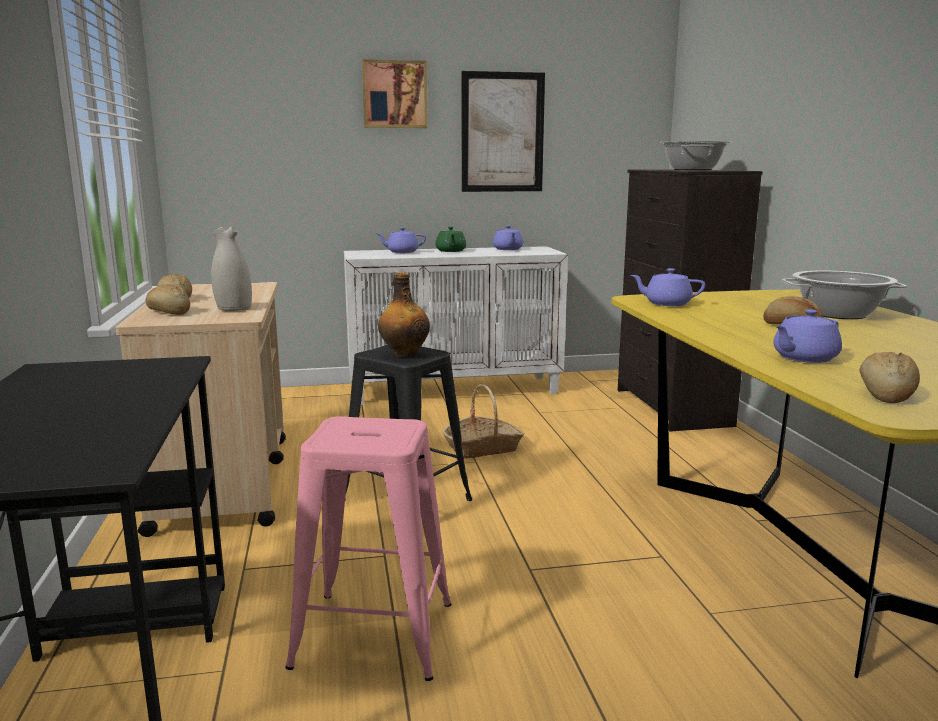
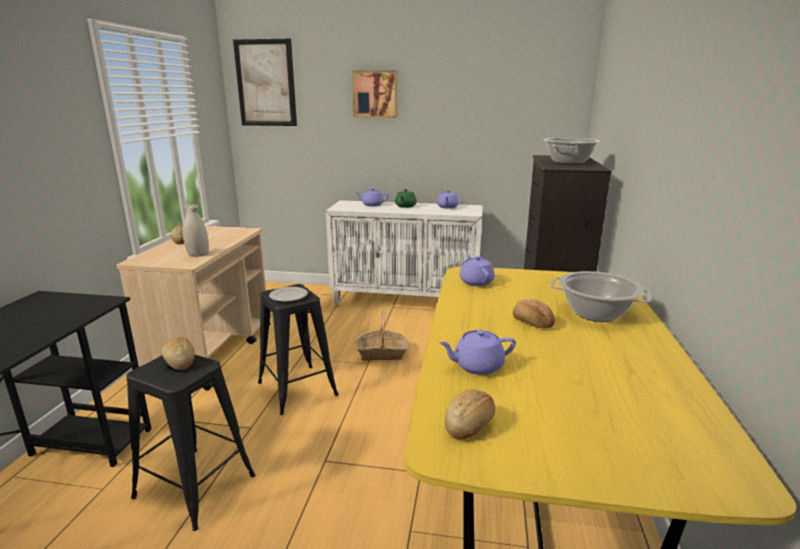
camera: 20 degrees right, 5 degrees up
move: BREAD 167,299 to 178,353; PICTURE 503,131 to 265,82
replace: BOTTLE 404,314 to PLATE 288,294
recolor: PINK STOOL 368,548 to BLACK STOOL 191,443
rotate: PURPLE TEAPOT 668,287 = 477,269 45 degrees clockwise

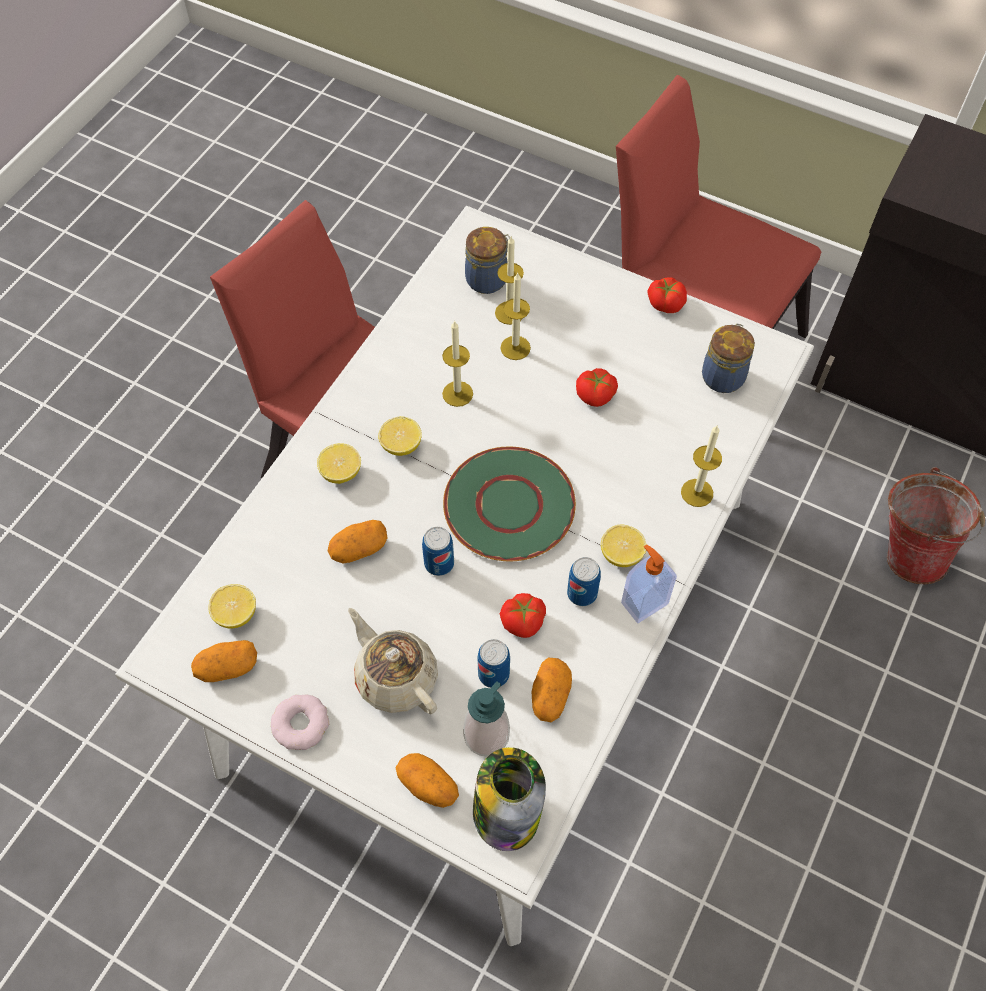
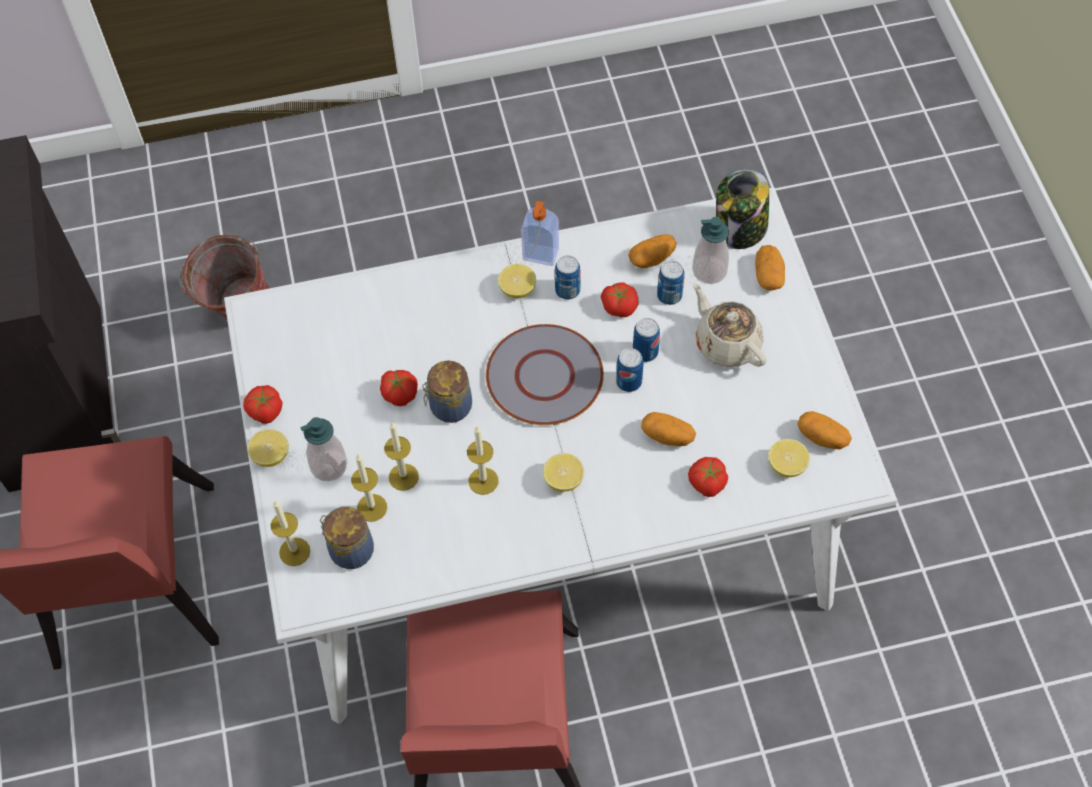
camera: 130 degrees left, 0 degrees up
delete: DONUT 300,722
insert: SOAP DISPENSER 323,449; CAN 646,340; TOMATO 708,477
move: LEMON 339,463 to 268,448; CANDLE 701,466 to 290,533; JAR 728,358 to 447,392
recolor: GREEN PLATE 509,504 to GREY PLATE 545,374
rotate: BEIGE TEAPOT 393,661 = 730,325 135 degrees clockwise

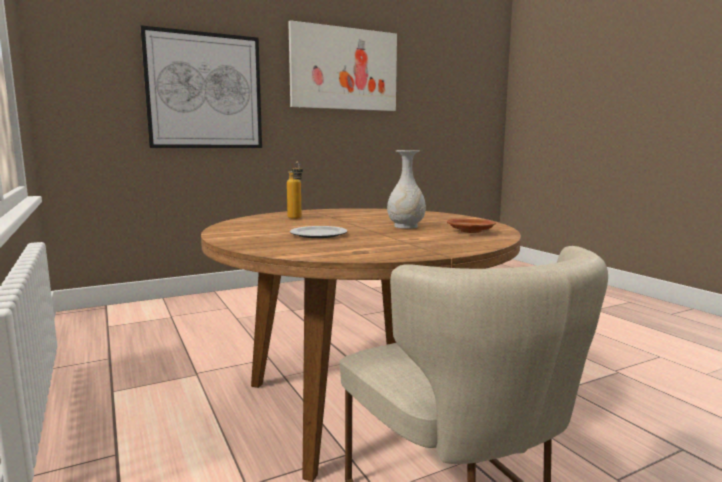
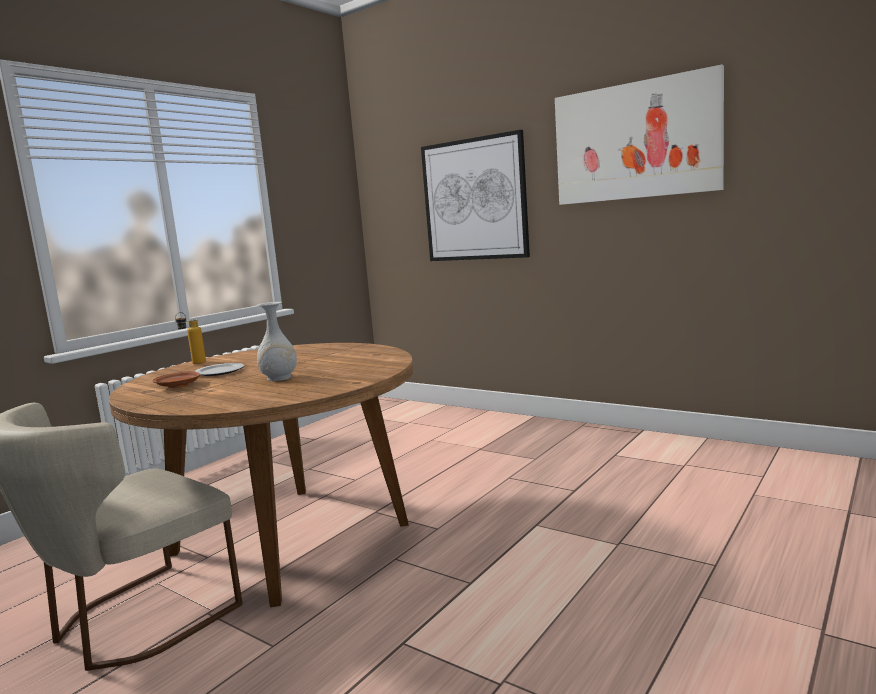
camera: 65 degrees right, 0 degrees up
move: BOTTLE 295,190 to 190,338; BROWN PLATE 471,226 to 176,379

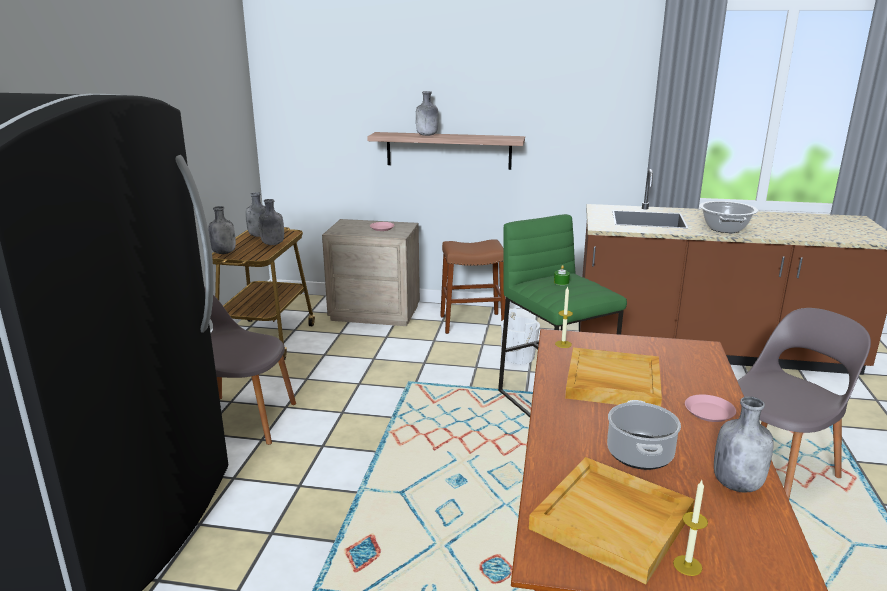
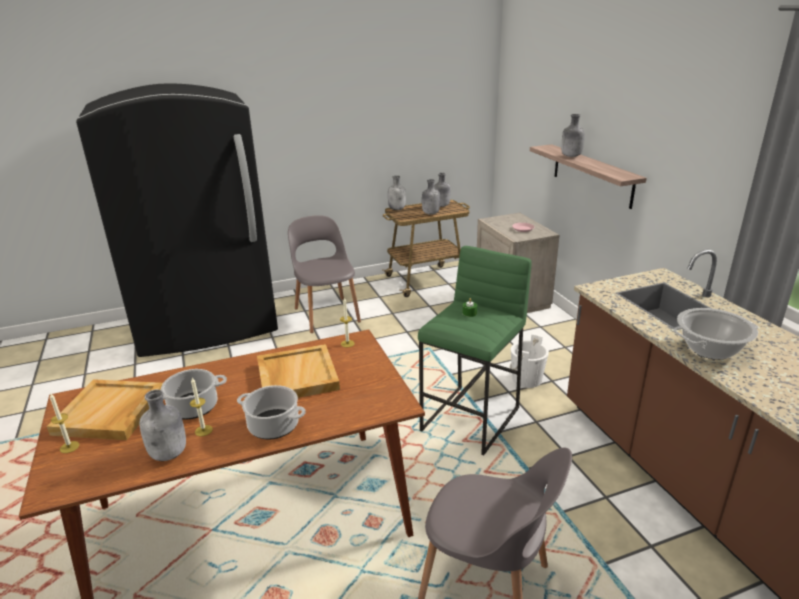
camera: 60 degrees right, 5 degrees up
delete: BROWN STOOL 473,286
insert: CANDLE 201,407
replace: PINK PLATE 710,408 to COOKING POT 271,412

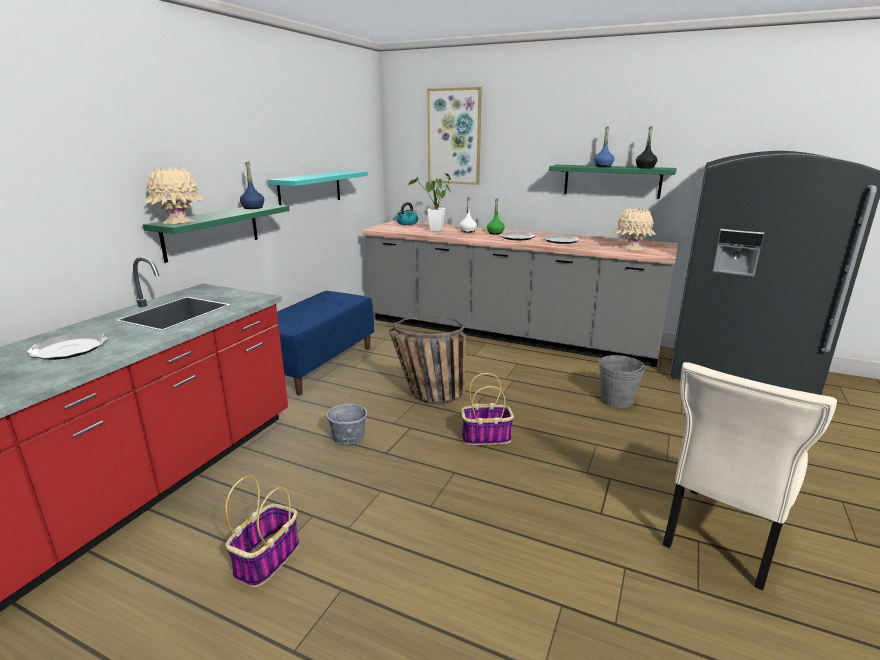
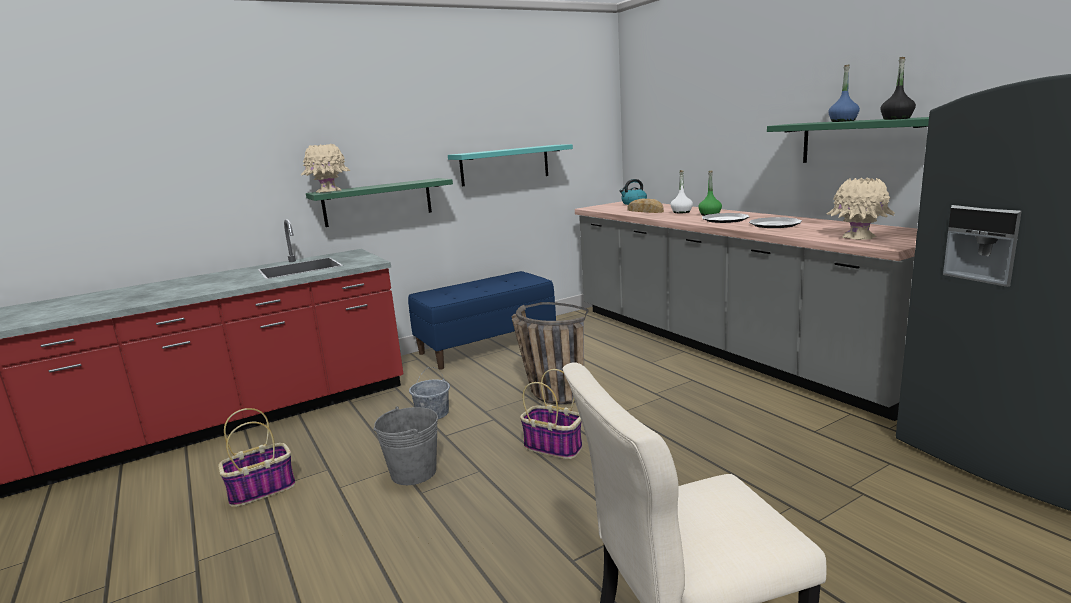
camera: 35 degrees right, 5 degrees down
delete: PLATE 67,346; BLUE BOTTLE 252,185; PICTURE 454,136
move: GREY BUCKET 622,381 to 406,445
replace: POTTED PLANT 429,202 to BREAD 645,206

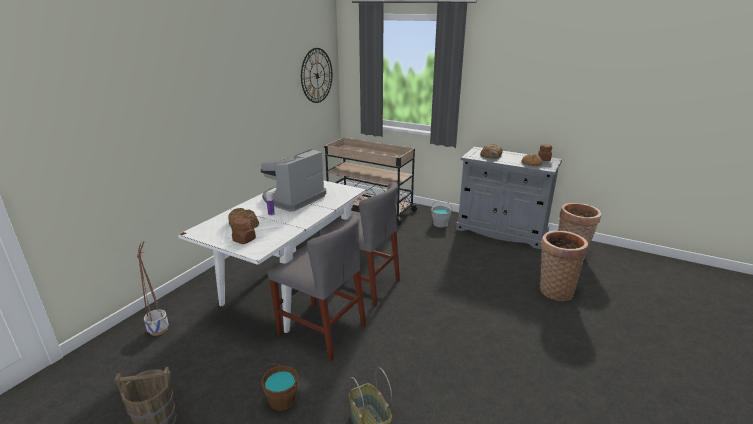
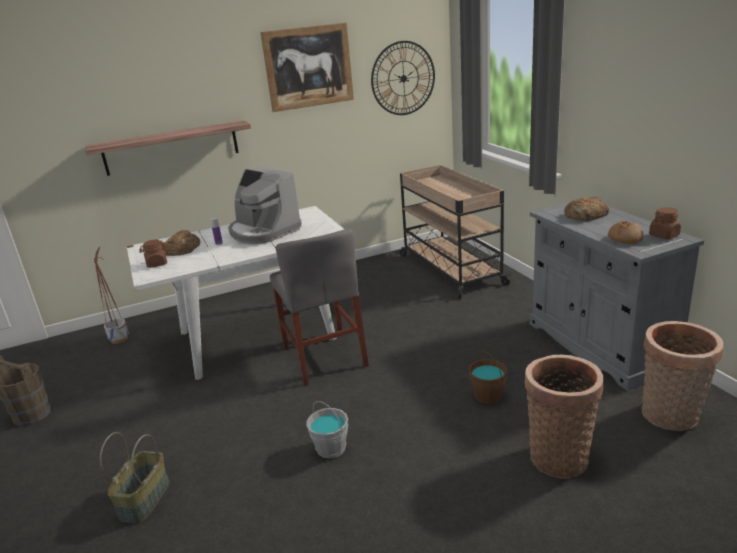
camera: 40 degrees right, 0 degrees up
delete: GREY CHAIR 316,287
insert: SHELF 168,148; PICTURE 307,67
move: BROWN BUCKET 280,387 to 487,377; GREY BUCKET 441,214 to 327,430
rotate: COFFEE MACHINE 293,180 = 265,205 120 degrees counterclockwise

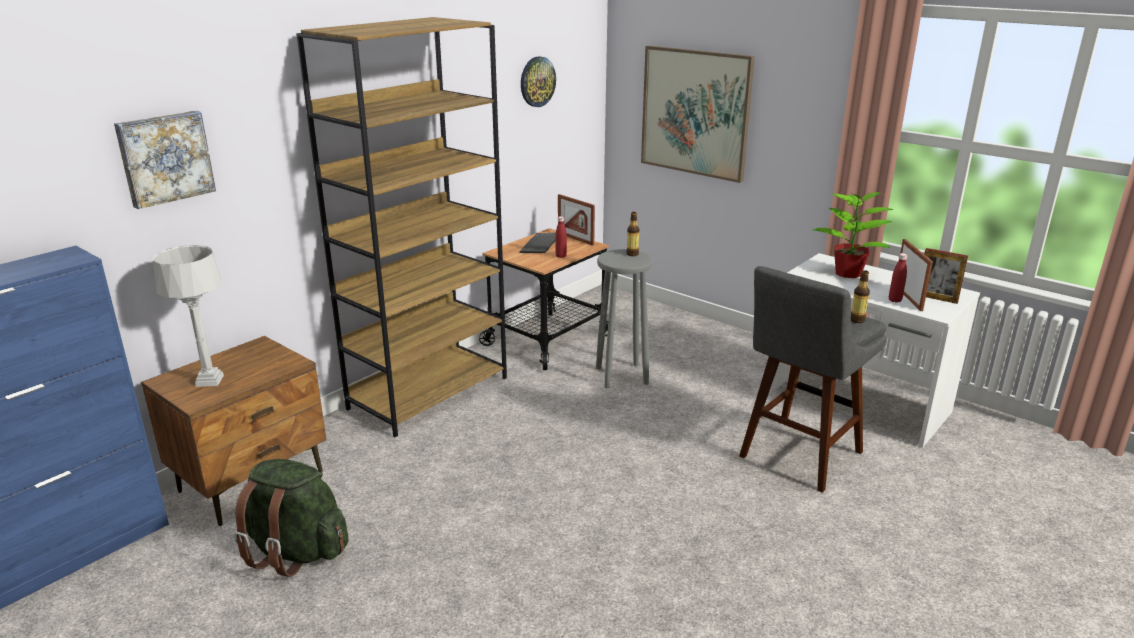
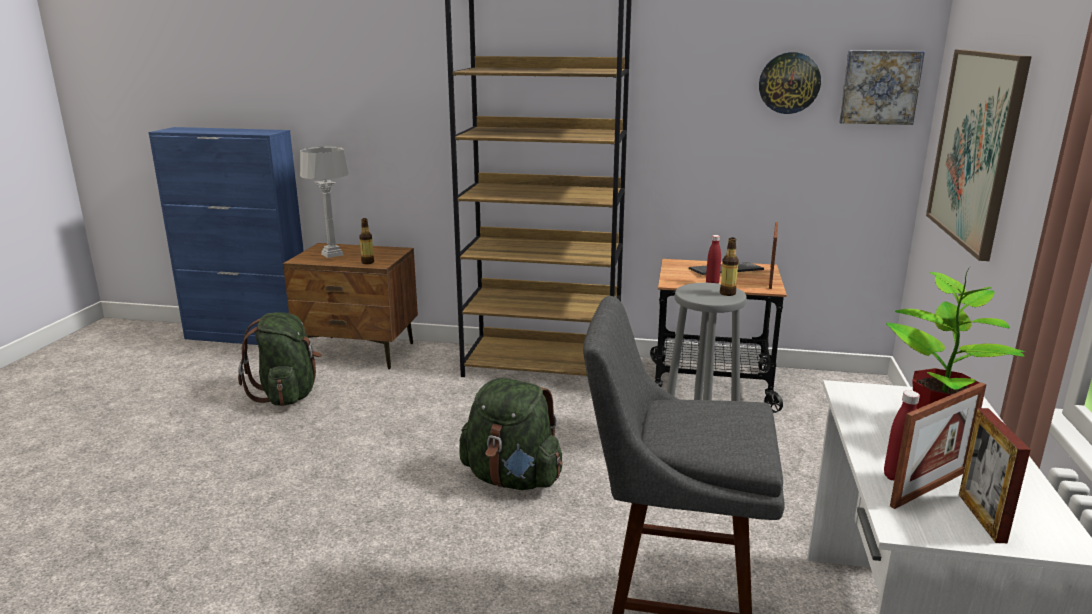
camera: 60 degrees right, 5 degrees down
insert: GREEN BACKPACK 511,434
move: PICTURE 165,160 to 882,87; BOTTLE 860,296 to 366,241

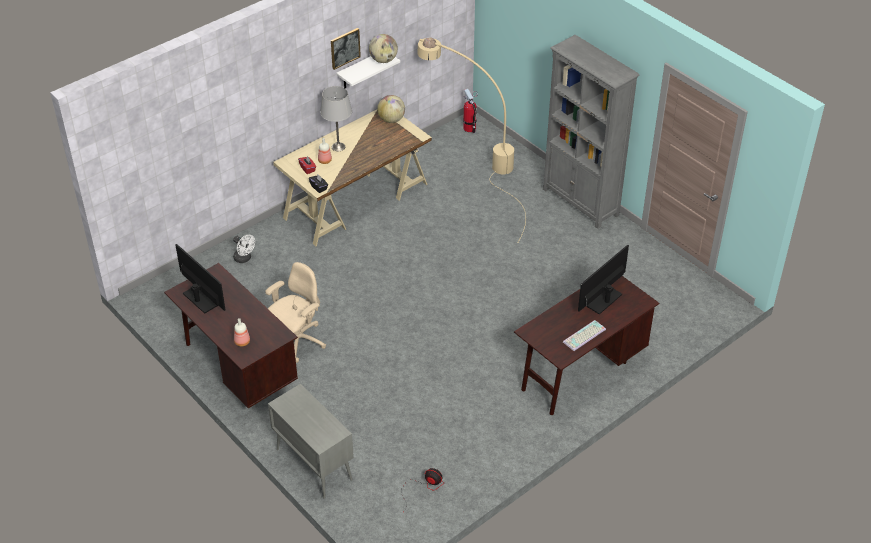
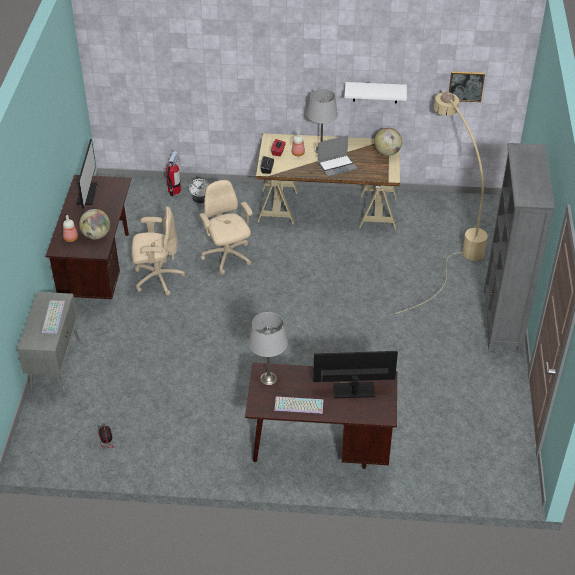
camera: 45 degrees right, 0 degrees up
insert: KEYBOARD 53,317; BEIGE OFFICE CHAIR 226,227; GREY TABLE LAMP 268,348; LAPTOP 337,156
move: PICTURE 346,49 to 467,86; GLOBE 383,48 to 94,224; FIRE EXTINGUISHER 470,111 to 173,173

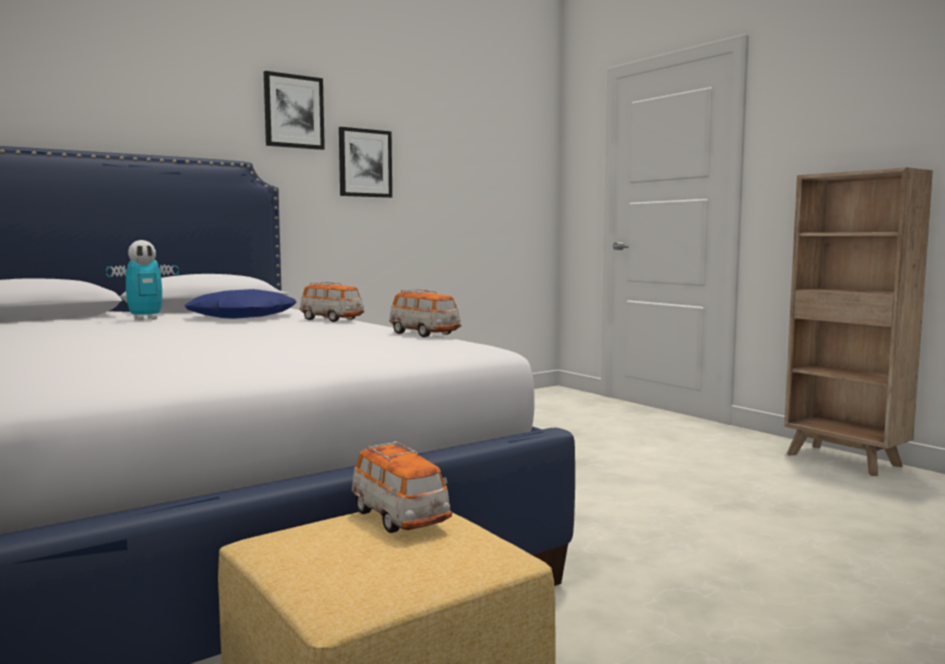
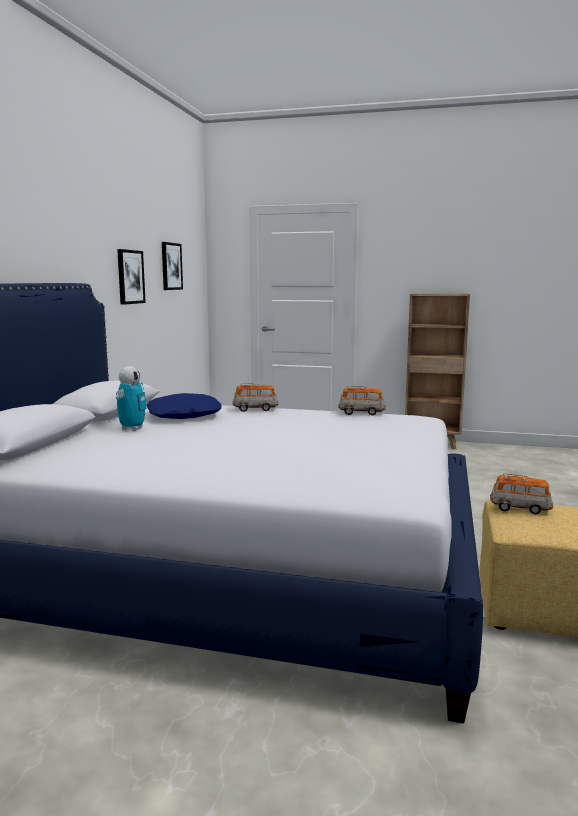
camera: 40 degrees left, 5 degrees up
move: PICTURE 294,110 to 172,266

